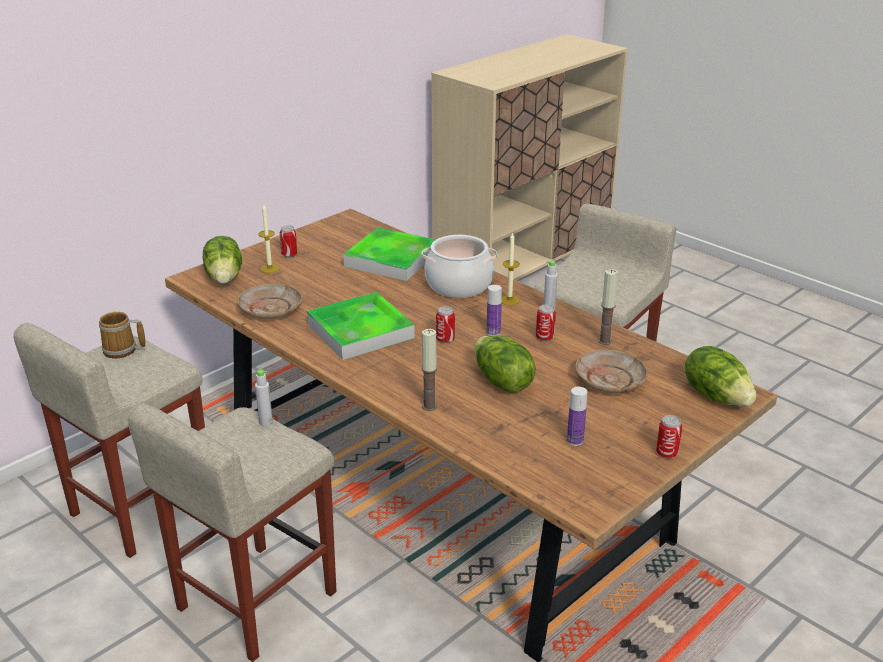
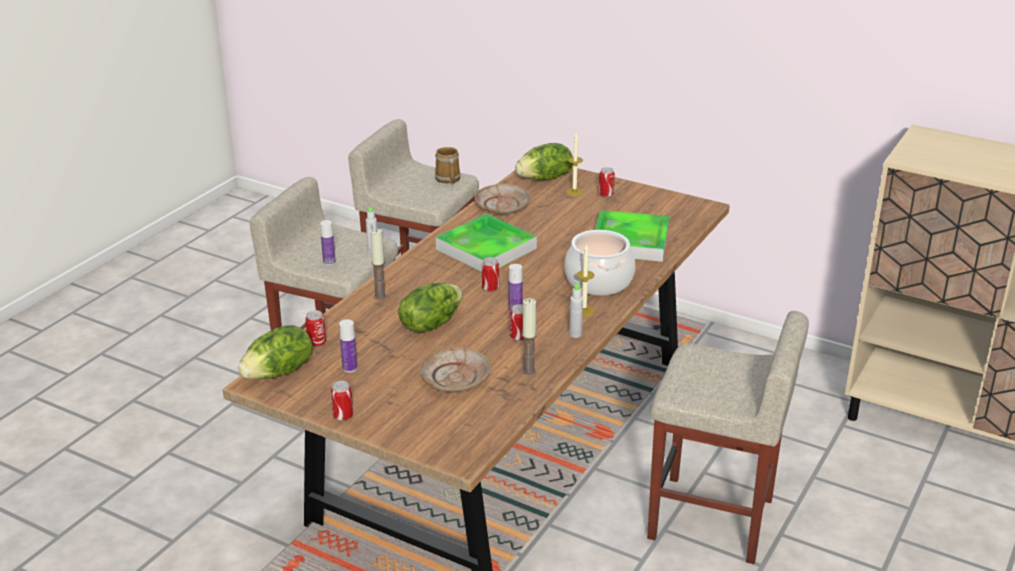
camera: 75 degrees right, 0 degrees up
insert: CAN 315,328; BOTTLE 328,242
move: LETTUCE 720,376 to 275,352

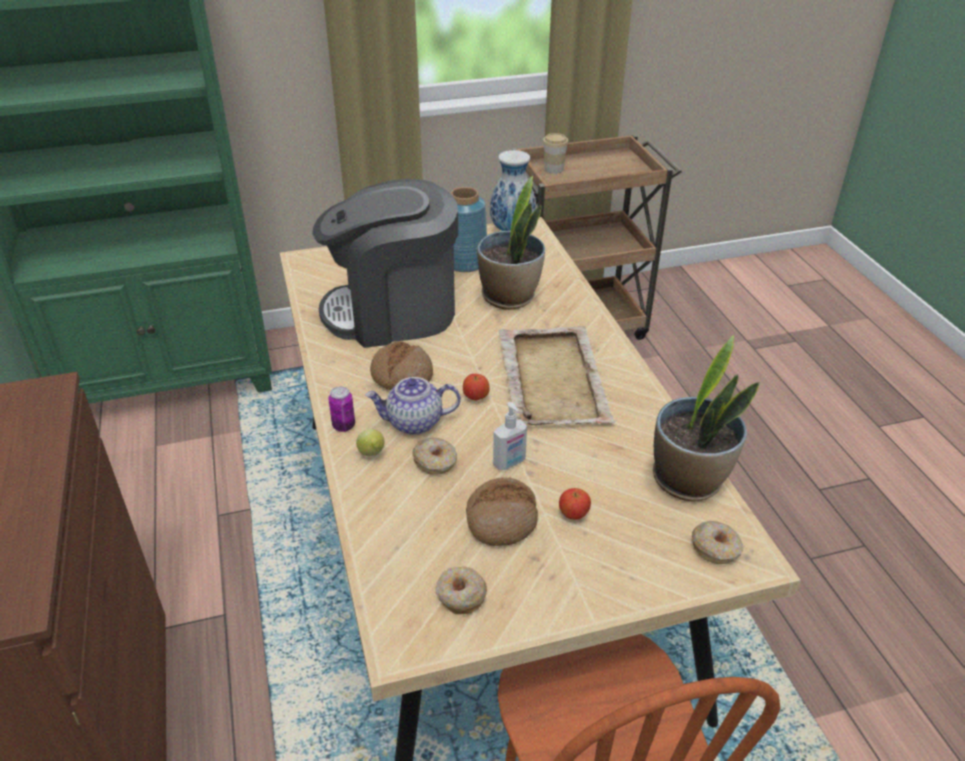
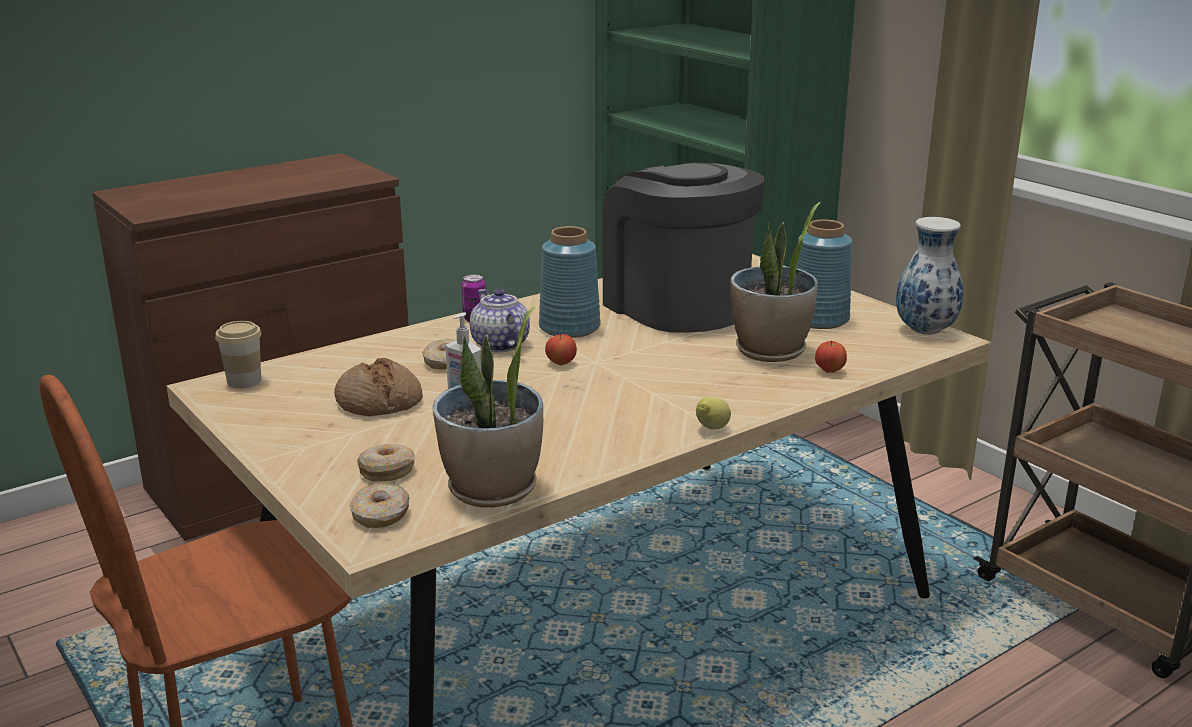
camera: 70 degrees right, 15 degrees down
delete: BEIGE TRAY 557,375
move: LEMON 370,442 to 713,413; DONUT 461,590 to 386,462; CUP 556,153 to 238,354; APPLE 575,504 to 831,357
replace: BREAD 401,365 to BLUE VASE 570,282

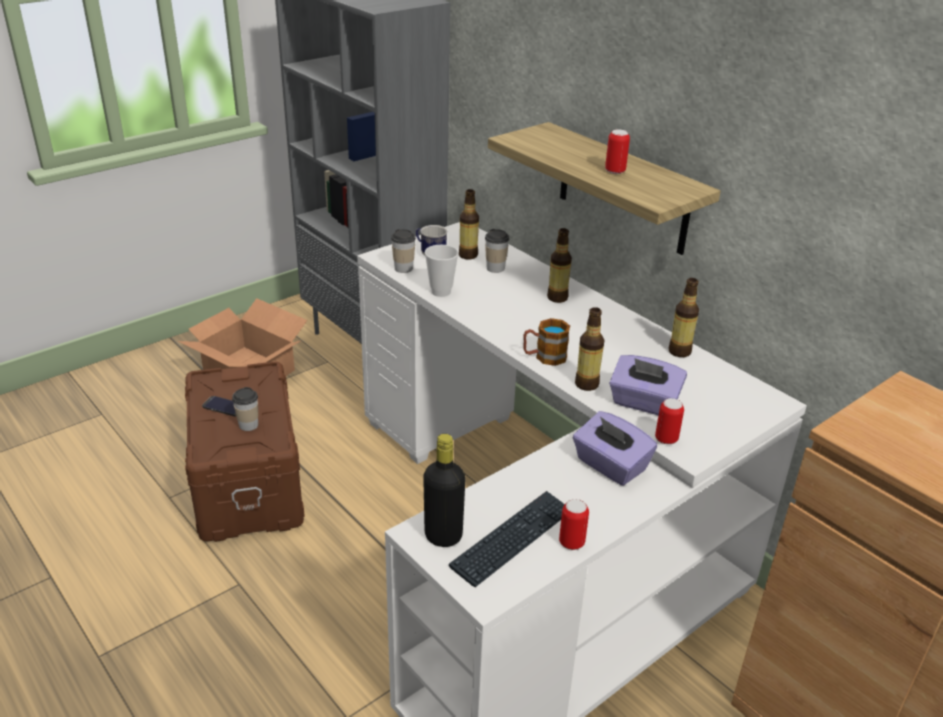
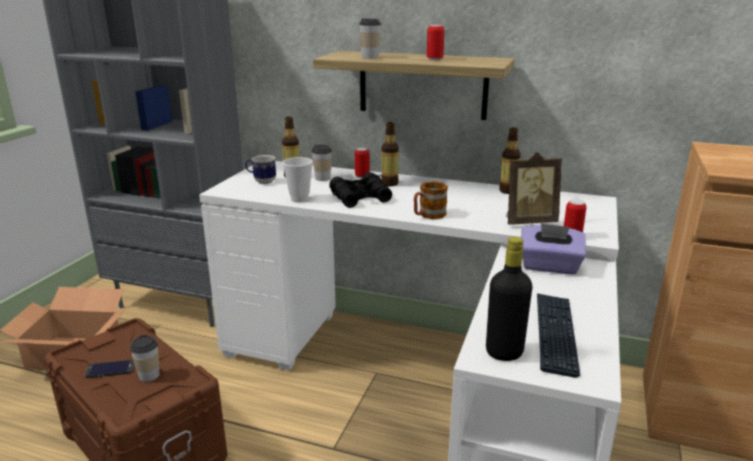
camera: 30 degrees left, 10 degrees down
delete: BOTTLE 590,349
insert: BLACK BINOCULARS 360,190
move: CUP 403,251 to 370,38; CAN 574,524 to 362,162
replace: PURPLE TISSUE BOX 648,385 to PICTURE FRAME 534,188

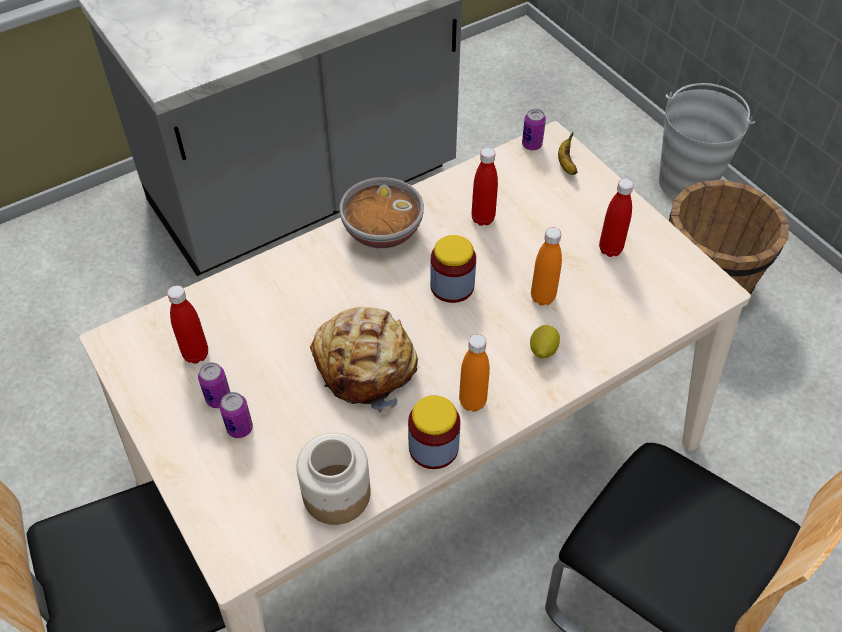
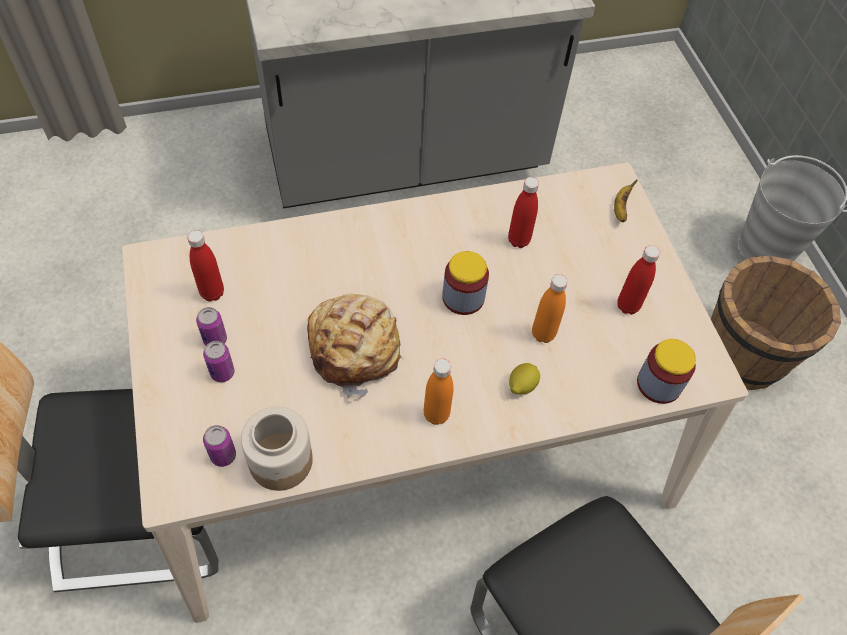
camera: 15 degrees right, 5 degrees up
delete: BOWL 381,213
move: JAR 434,432 to 666,371; CAN 534,129 to 219,446

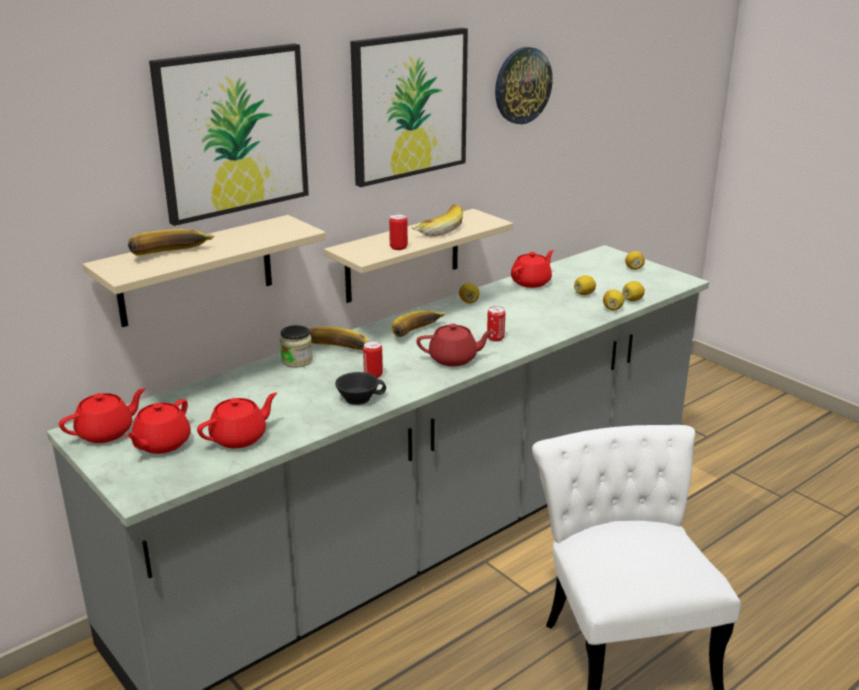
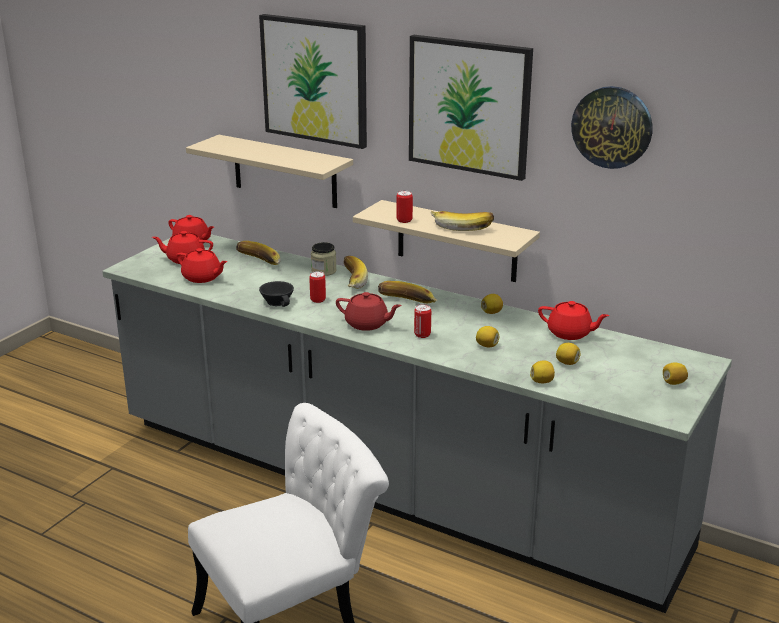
camera: 70 degrees right, 0 degrees up
move: BANANA 171,242 to 258,253; LEMON 633,291 to 487,336
rotate: RED TEAPOT 455,345 = 369,311 45 degrees counterclockwise

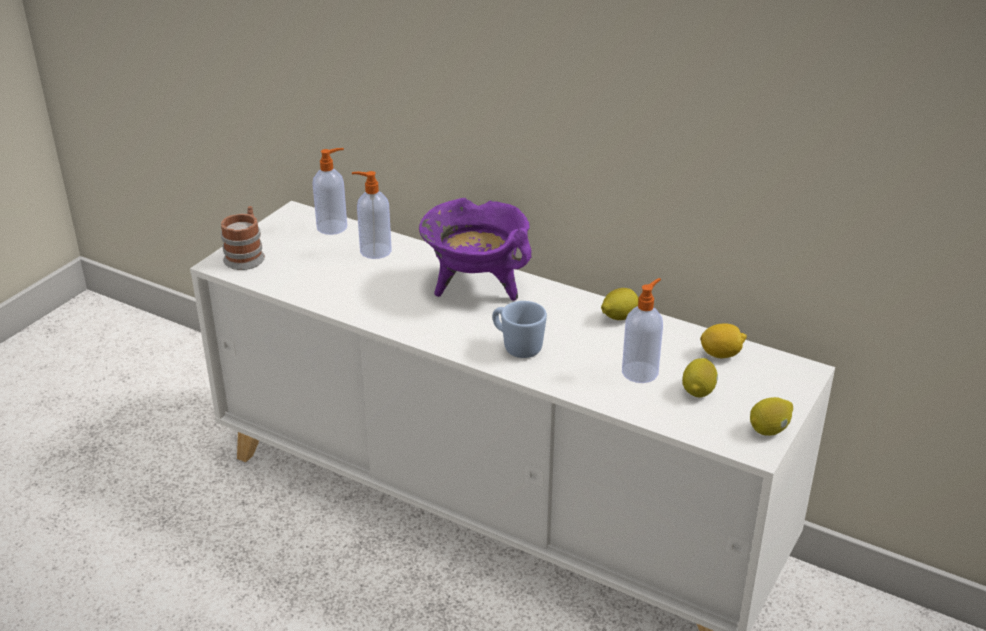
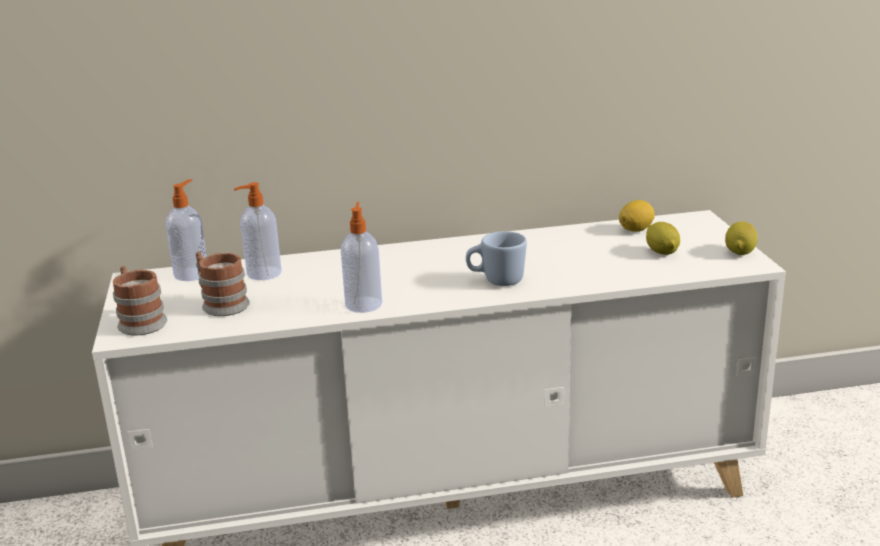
camera: 40 degrees left, 10 degrees down
delete: PURPLE COOKING POT 475,249; LEMON 620,304
insert: MUG 223,284
move: SOAP DISPENSER 642,330 to 361,257

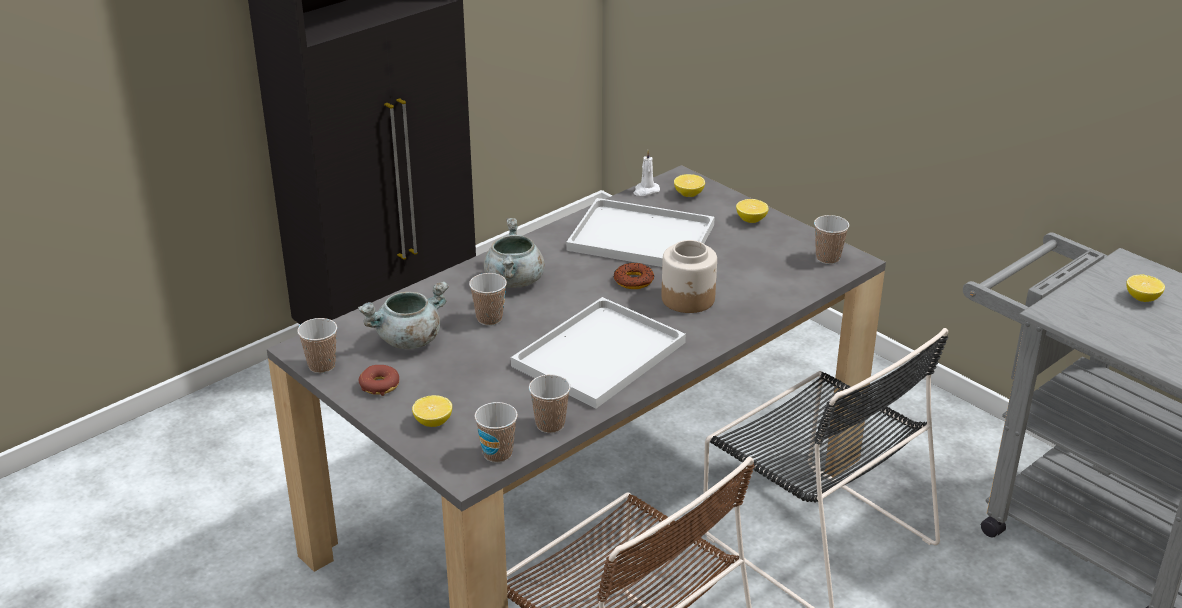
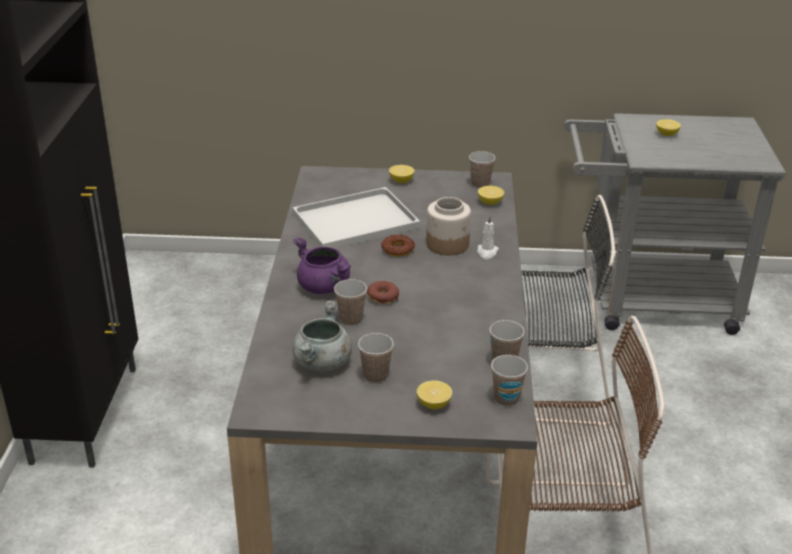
camera: 45 degrees left, 0 degrees up
delete: WHITE TRAY 598,353
move: CUP 317,345 to 376,358; DONUT 379,380 to 383,292; WHITE CANDLE 647,173 to 488,237; LEMON 689,185 to 491,195
recolor: GREY COOKING POT 514,253 to PURPLE COOKING POT 322,265

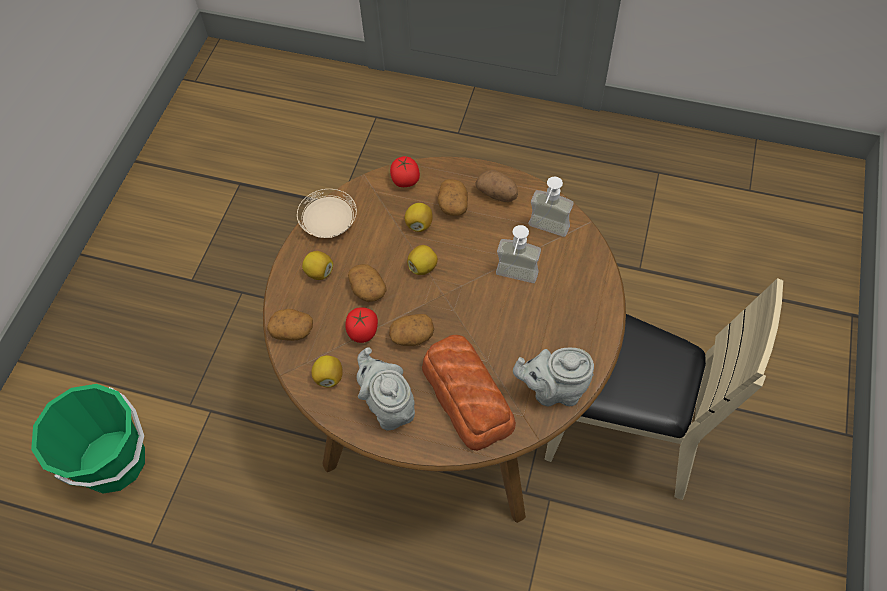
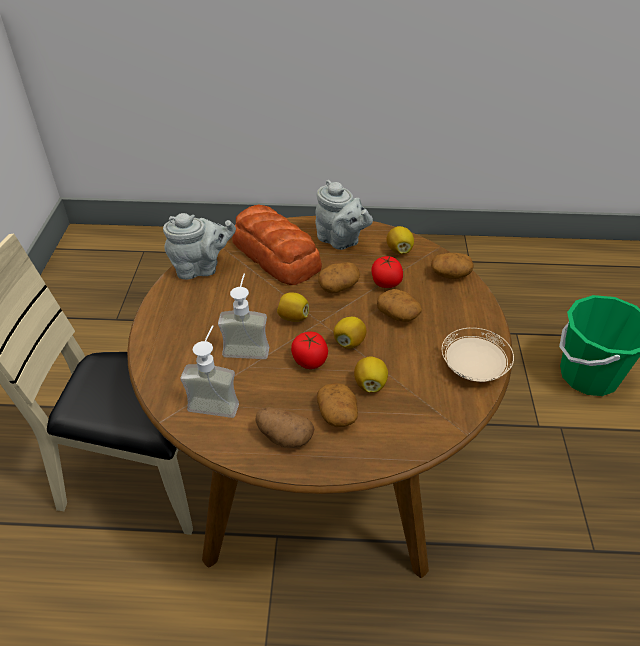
camera: 165 degrees right, 15 degrees down
move: LEMON 317,265 to 293,307; TOMATO 405,171 to 309,350

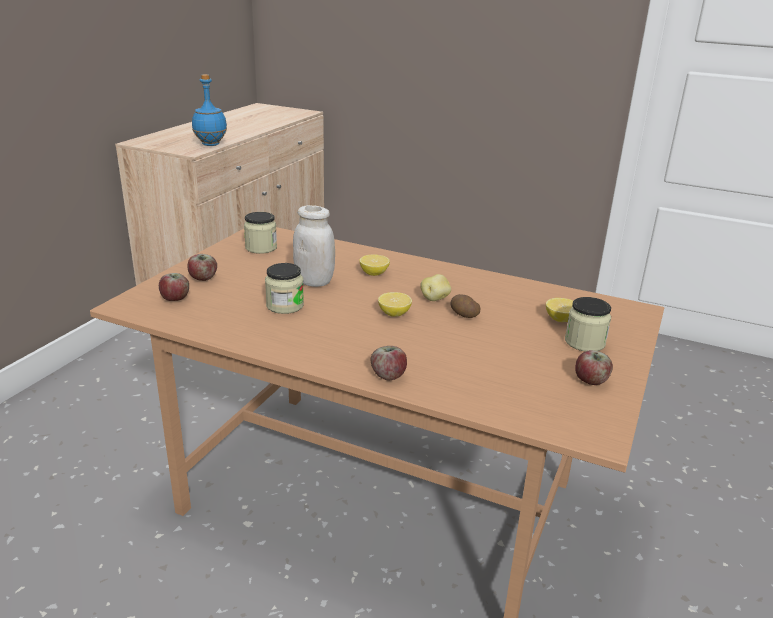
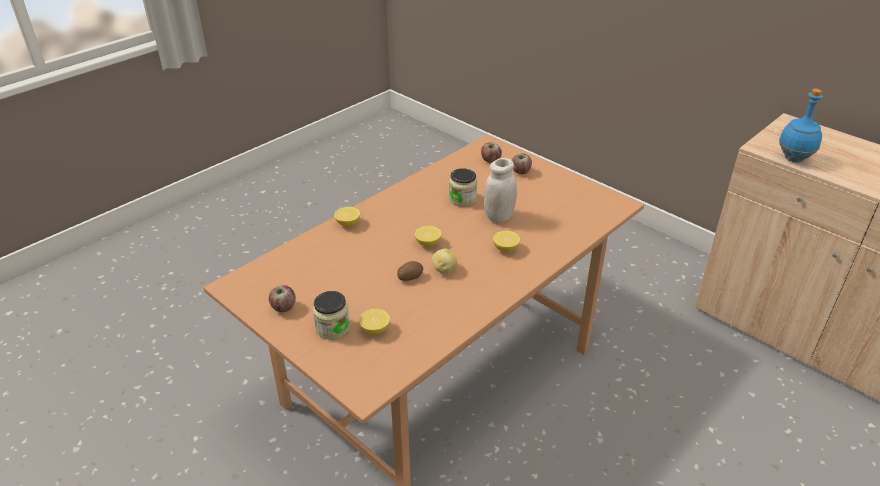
camera: 110 degrees right, 10 degrees up
delete: JAR 260,233
replace: APPLE 389,363 to LEMON 347,217

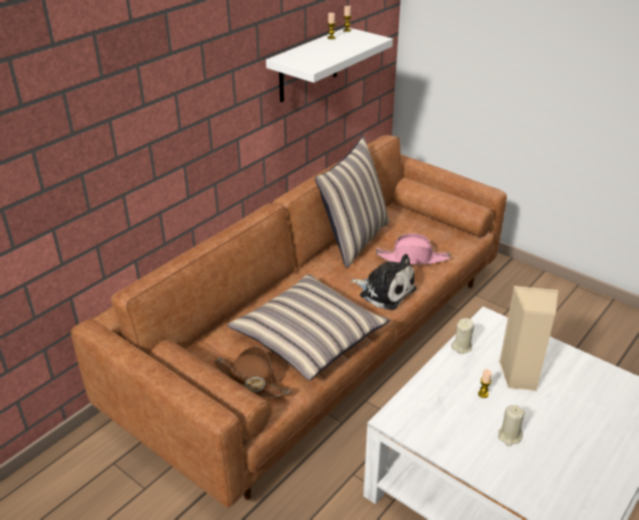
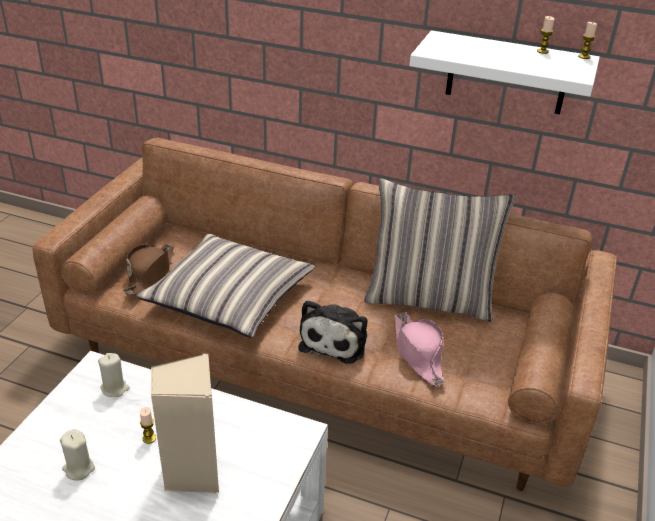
camera: 70 degrees right, 0 degrees up
move: BEIGE CANDLE 462,336 to 114,375

